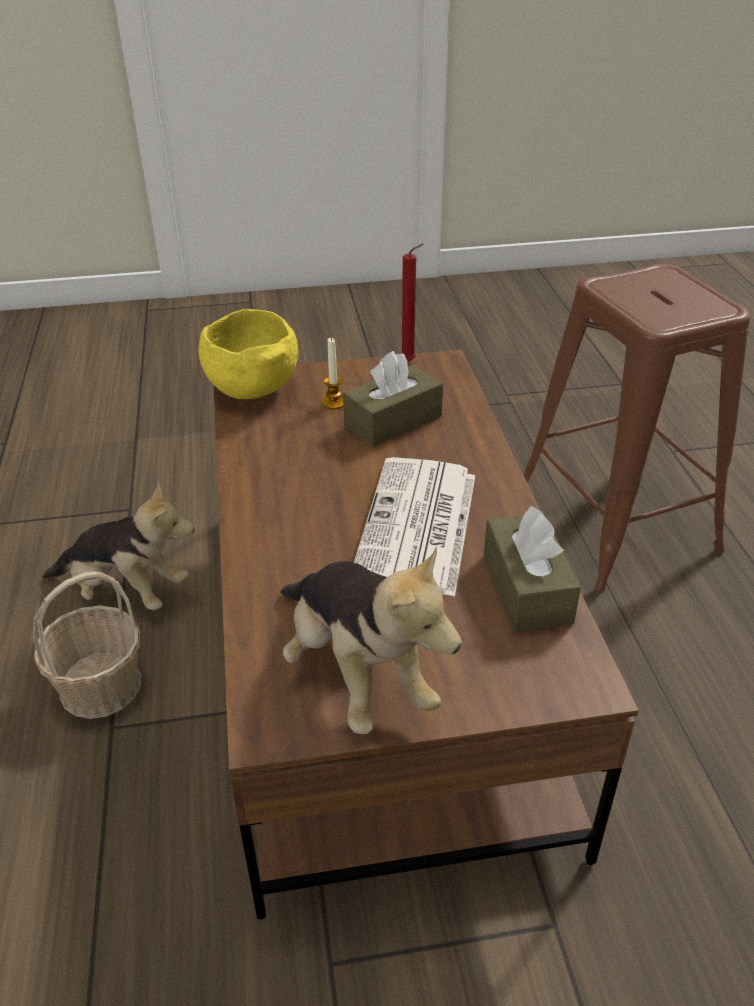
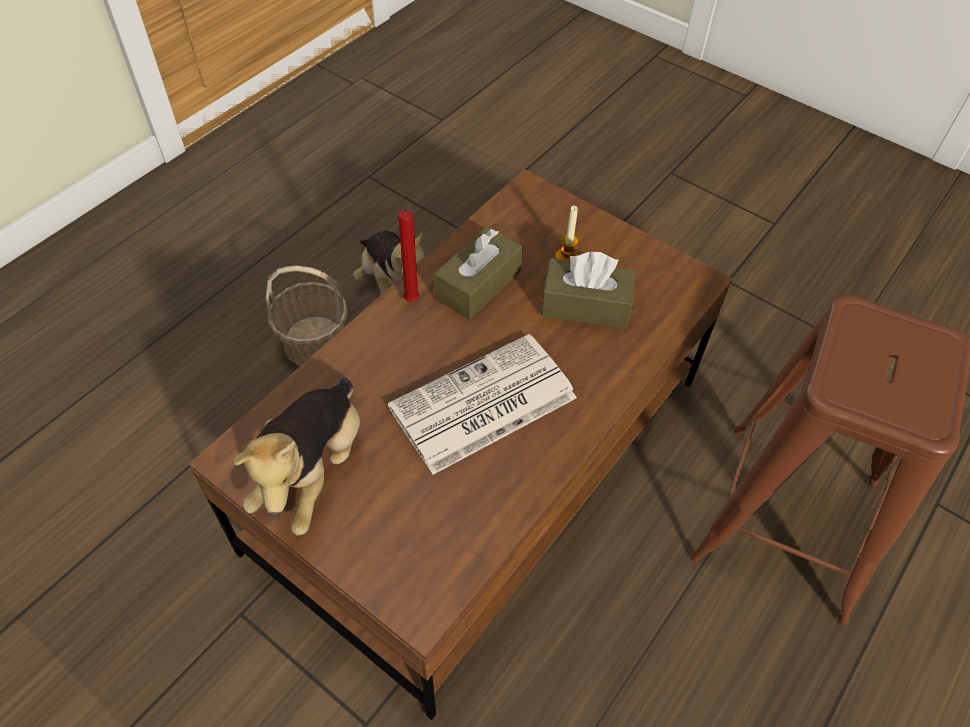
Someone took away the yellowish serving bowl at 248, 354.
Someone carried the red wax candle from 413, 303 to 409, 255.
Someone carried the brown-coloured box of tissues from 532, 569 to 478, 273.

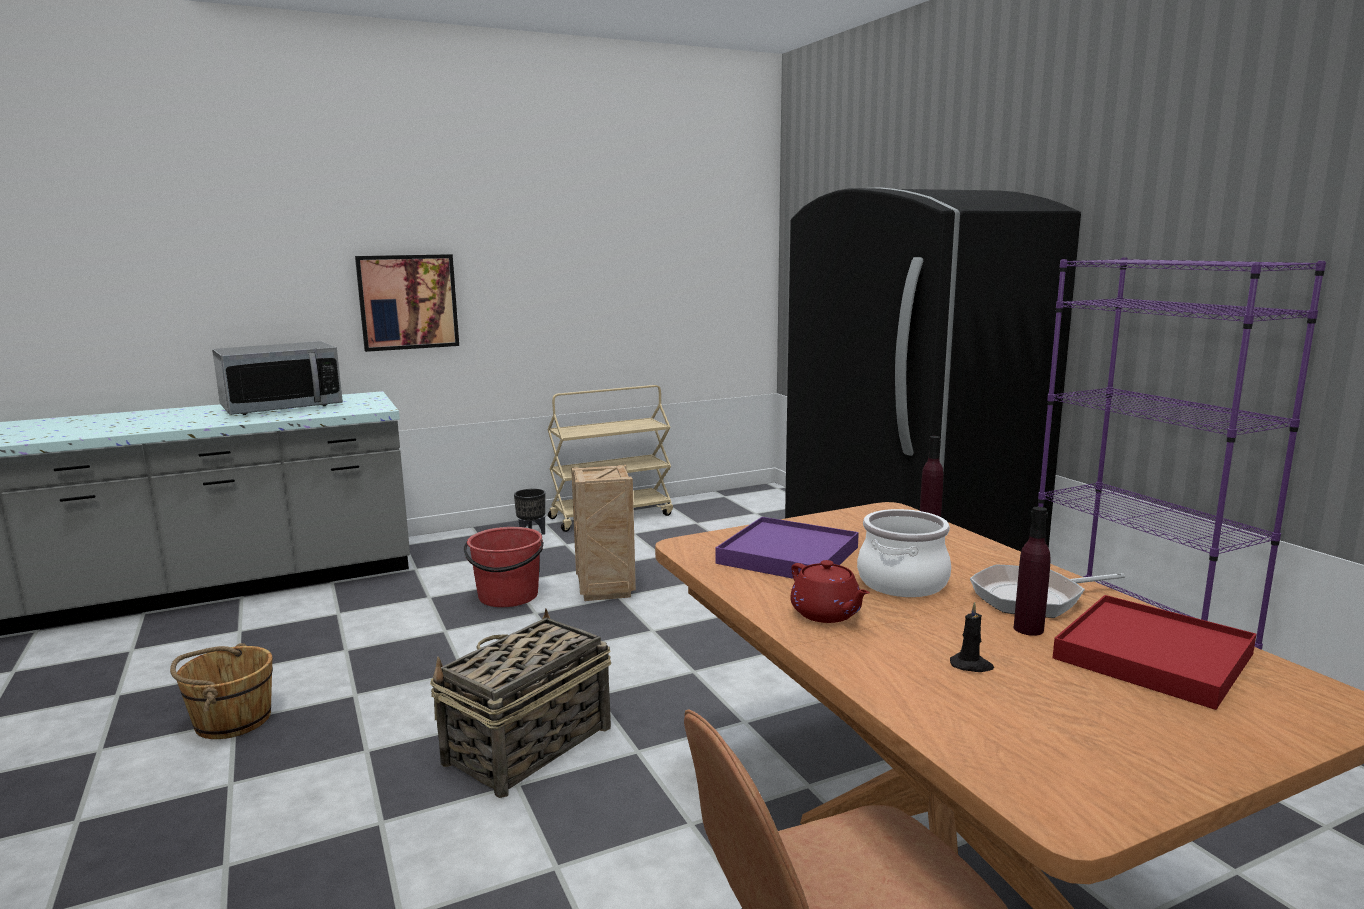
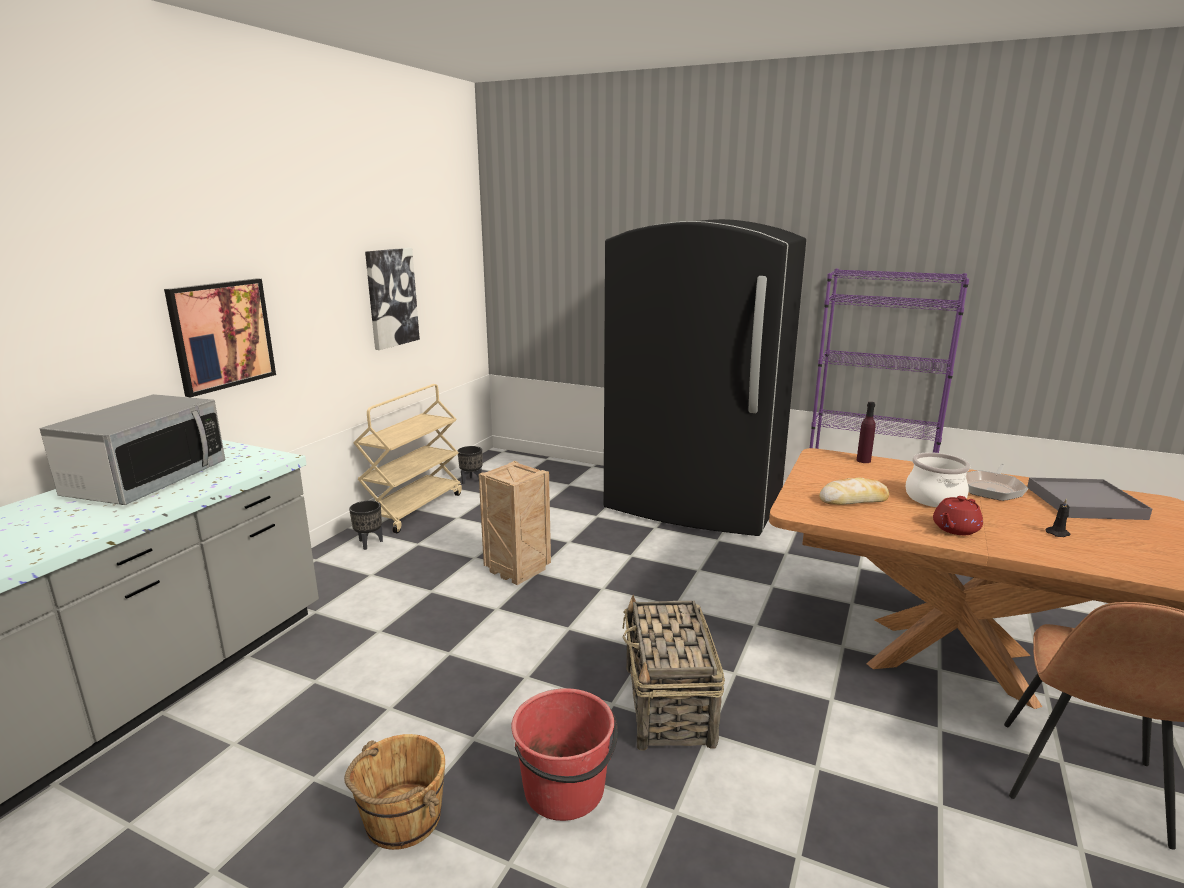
Someone took away the purple beverage bottle at 1032, 571.
Someone put up the wall art at 392, 299.
Someone put down the black-coloured planter at 469, 465.
Someone carried the red pail from 504, 567 to 564, 754.
Someone swapped the purple carrying tray at 787, 548 for the baked bread at 854, 491.
Someone repainted the red carrying tray at 1154, 652, which became the grey carrying tray at 1089, 498.
Someone rotated the red tea pot at 830, 591 by 120 degrees clockwise.

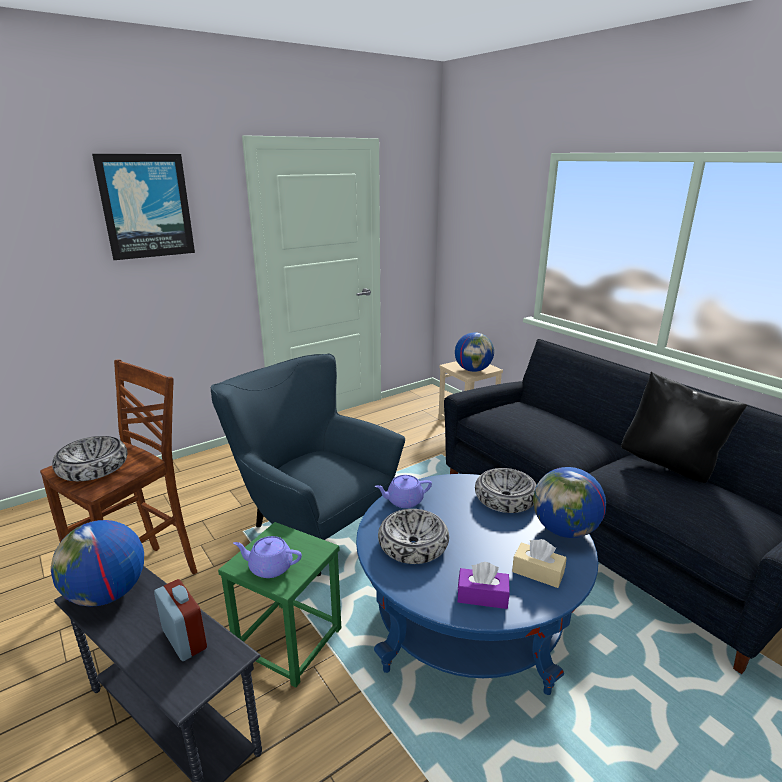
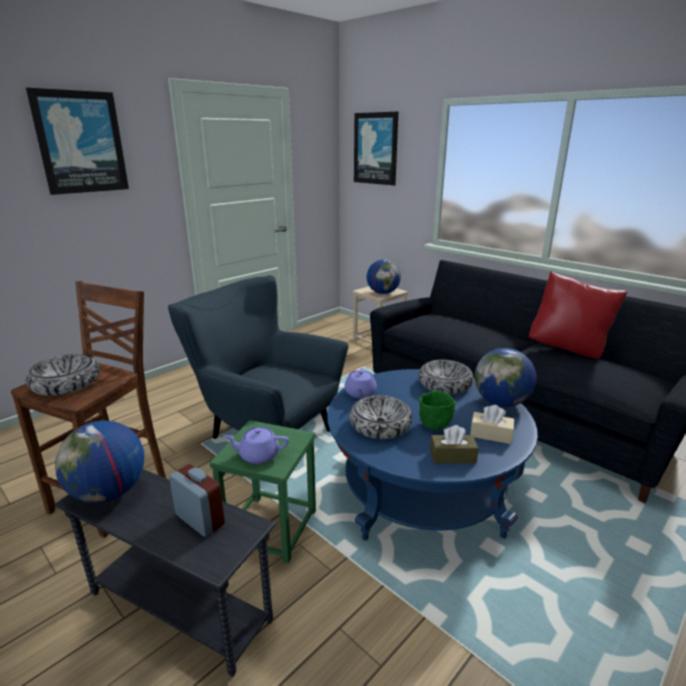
Someone put up the wall art at 376, 148.
Someone put down the greenish serving bowl at 437, 410.
Someone repainted the purple box of tissues at 483, 585, which became the brown-coloured box of tissues at 454, 444.
Someone repainted the black-coloured cushion at 684, 427, which became the red cushion at 578, 315.
Someone rotated the purple tea pot at 403, 491 by 60 degrees counterclockwise.

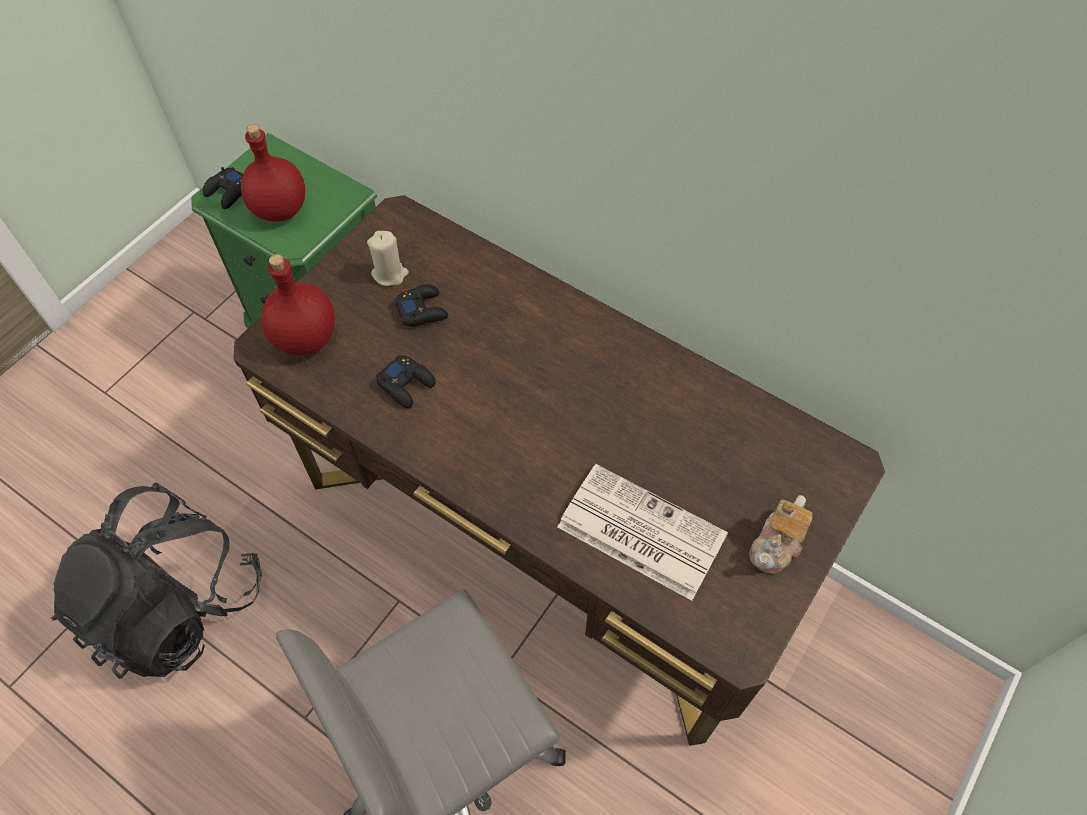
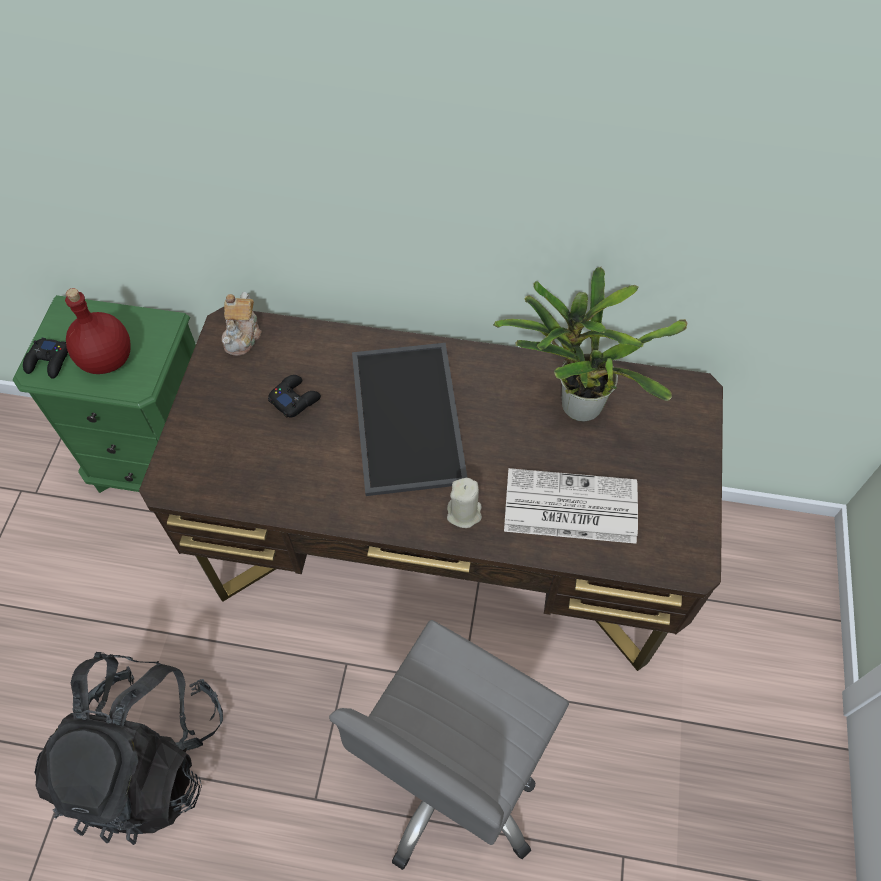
Someone took away the red beverage bottle at 298, 304.
Someone took away the black-coloured joypad at 405, 381.
Someone put down the carrying tray at 410, 419.
Someone put down the houseplant at 590, 344.
Someone carried the sand-coloured wax candle from 388, 258 to 464, 503.
Someone carried the tea pot from 781, 534 to 242, 324.

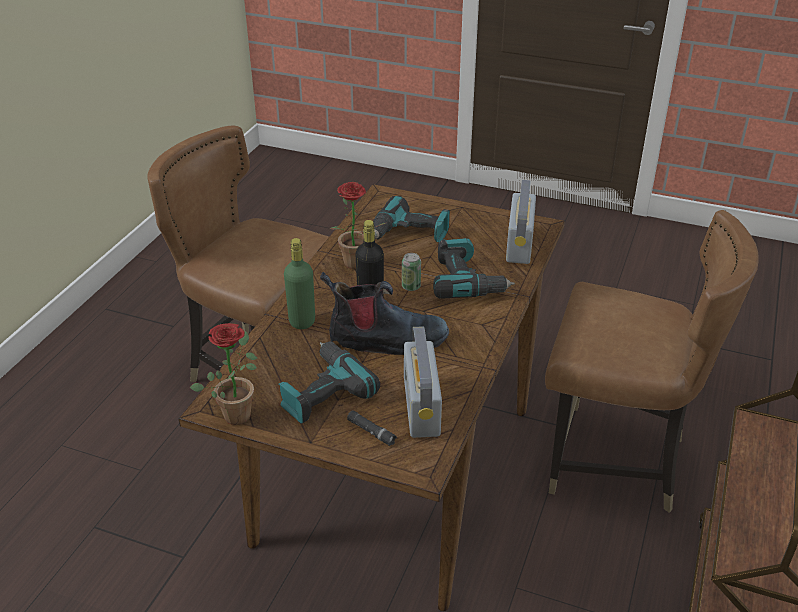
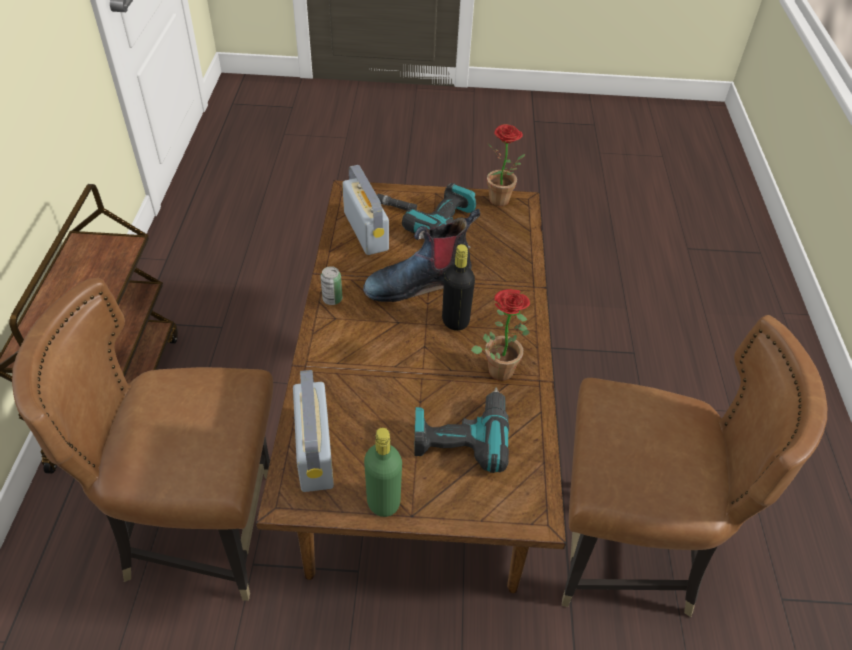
Someone took away the drill at 474, 268.
Someone carried the greenish beverage bottle from 299, 283 to 383, 472.
Someone carried the metal can from 411, 272 to 331, 285.

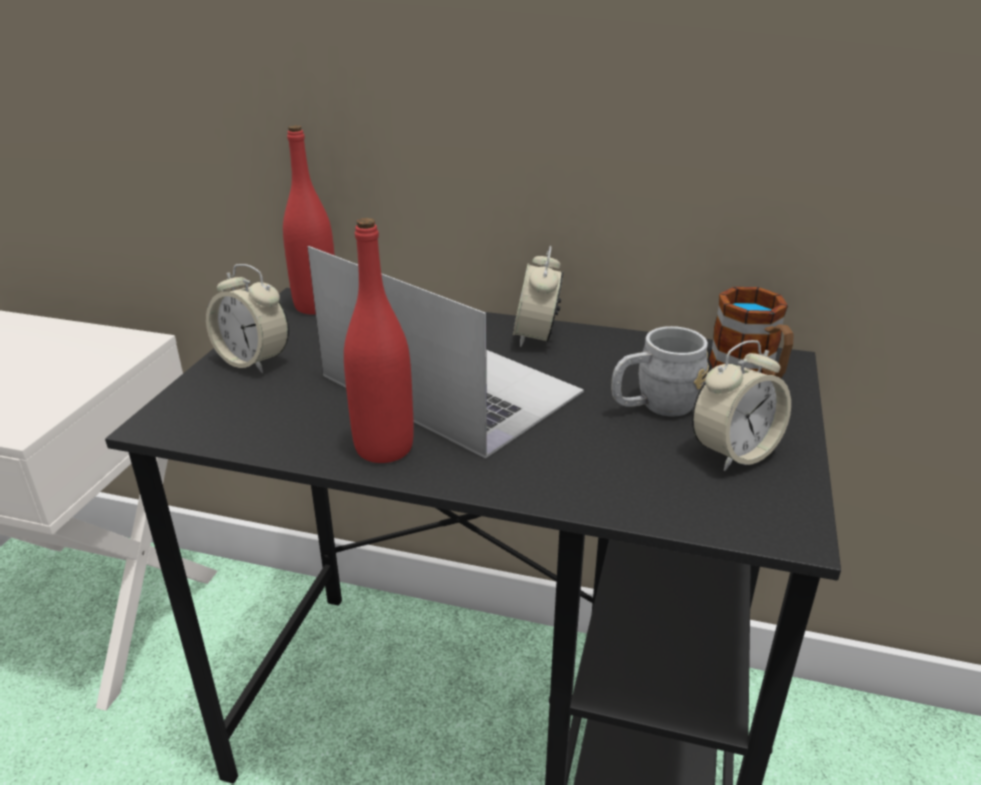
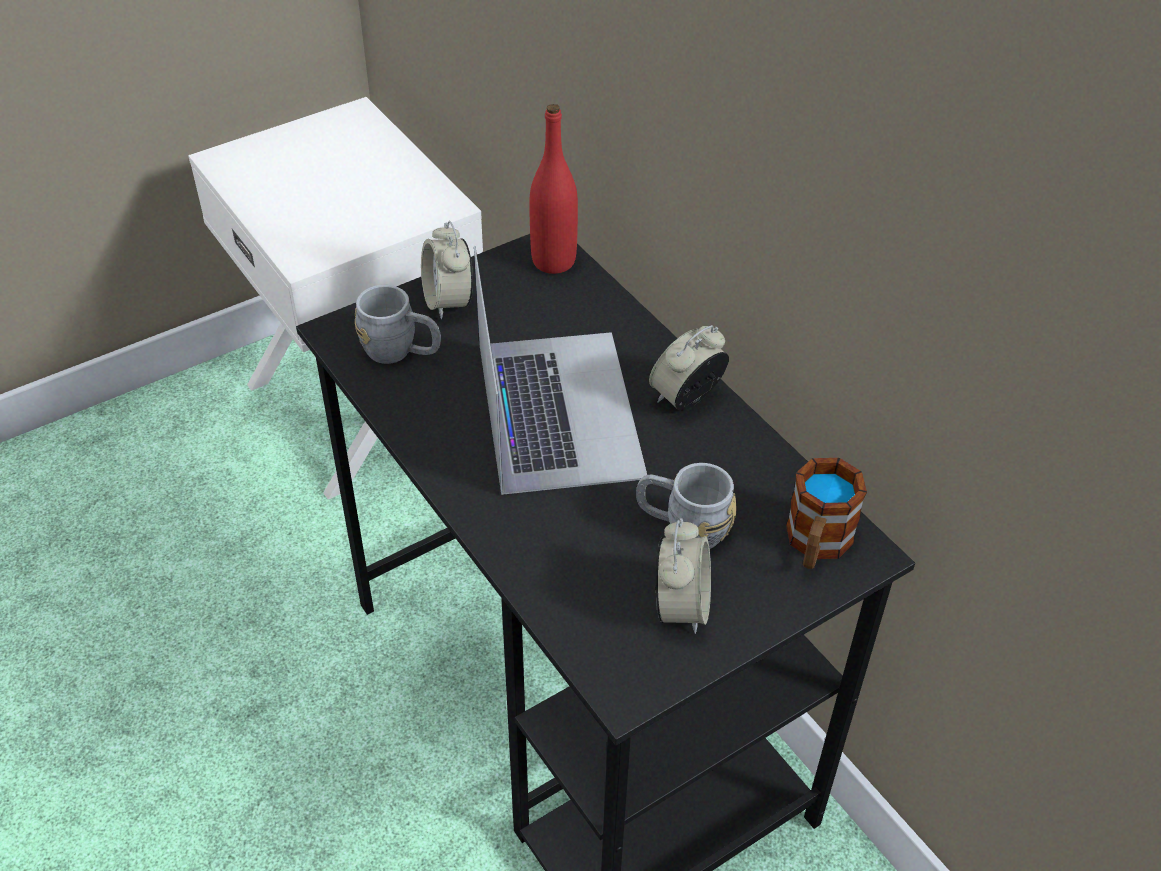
Someone took away the red beverage bottle at 379, 340.
Someone put down the grey mug at 398, 324.
Someone rotated the alarm clock at 741, 405 by 90 degrees counterclockwise.

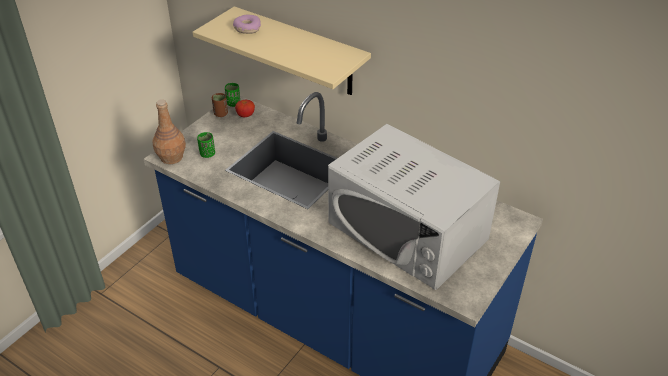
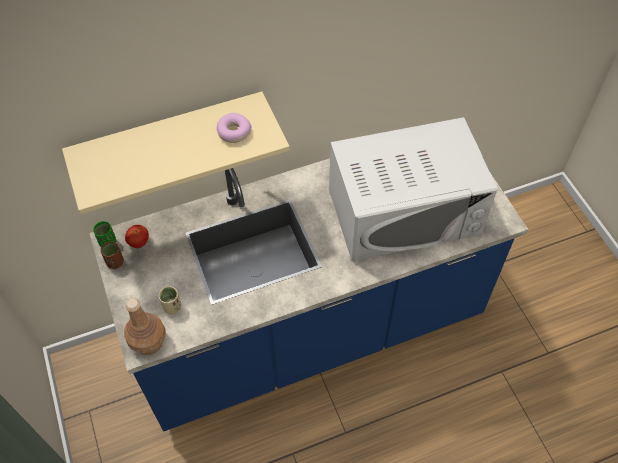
Someone carried the donut from 247, 24 to 234, 128.
Someone repainted the greenish small cup at 206, 145, which became the sand-coloured small cup at 170, 300.

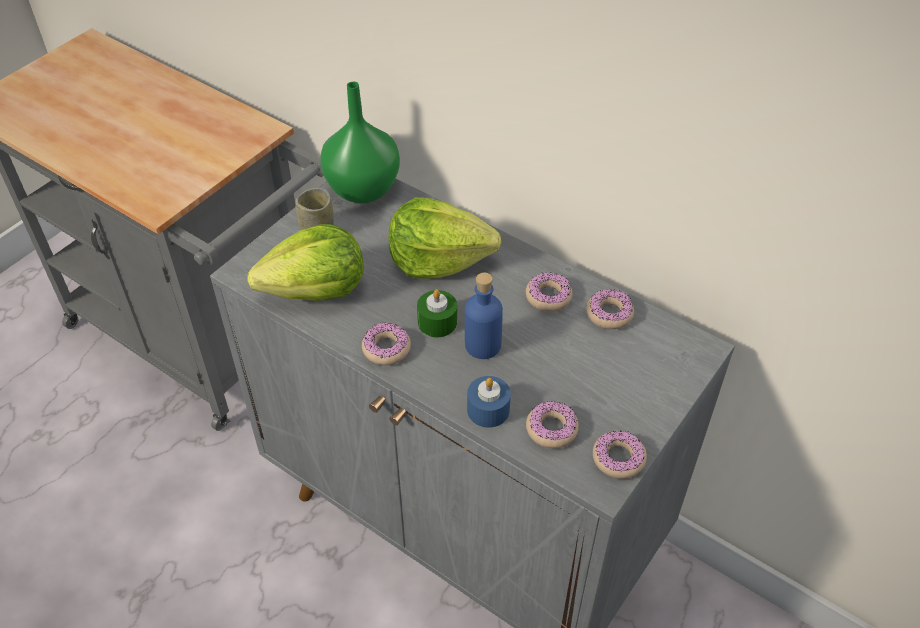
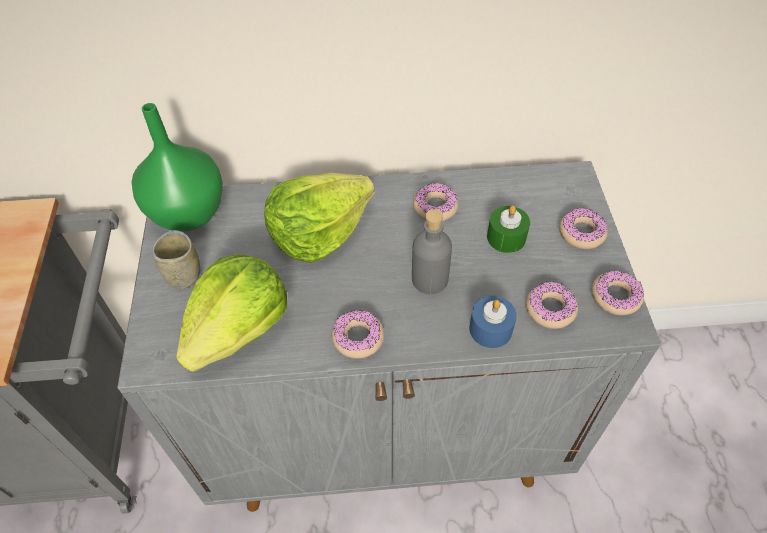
Someone carried the greenish wax candle from 437, 313 to 508, 229.
Someone carried the donut from 610, 309 to 583, 228.
Someone repainted the blue-coloured beverage bottle at 484, 316, which became the grey beverage bottle at 432, 251.

